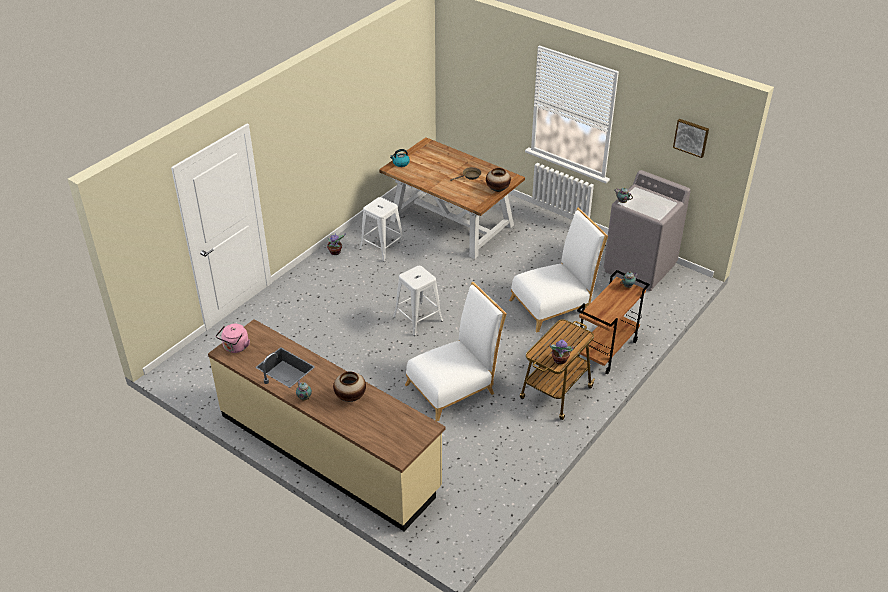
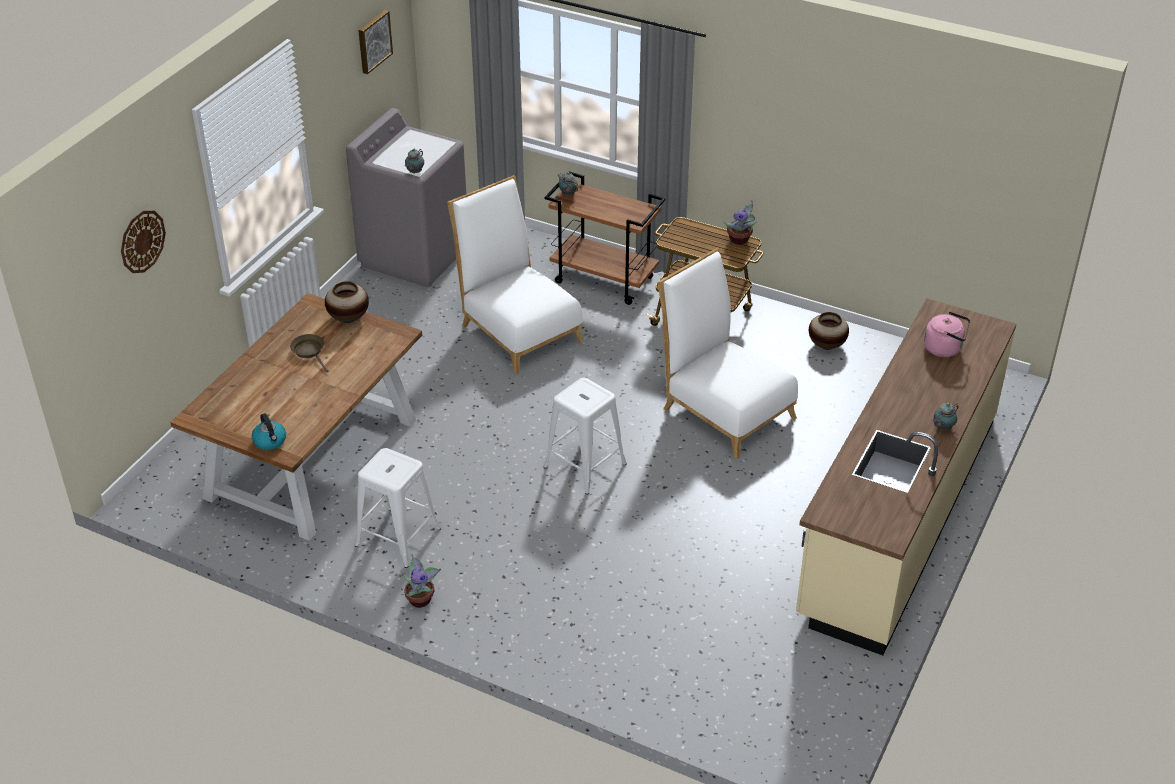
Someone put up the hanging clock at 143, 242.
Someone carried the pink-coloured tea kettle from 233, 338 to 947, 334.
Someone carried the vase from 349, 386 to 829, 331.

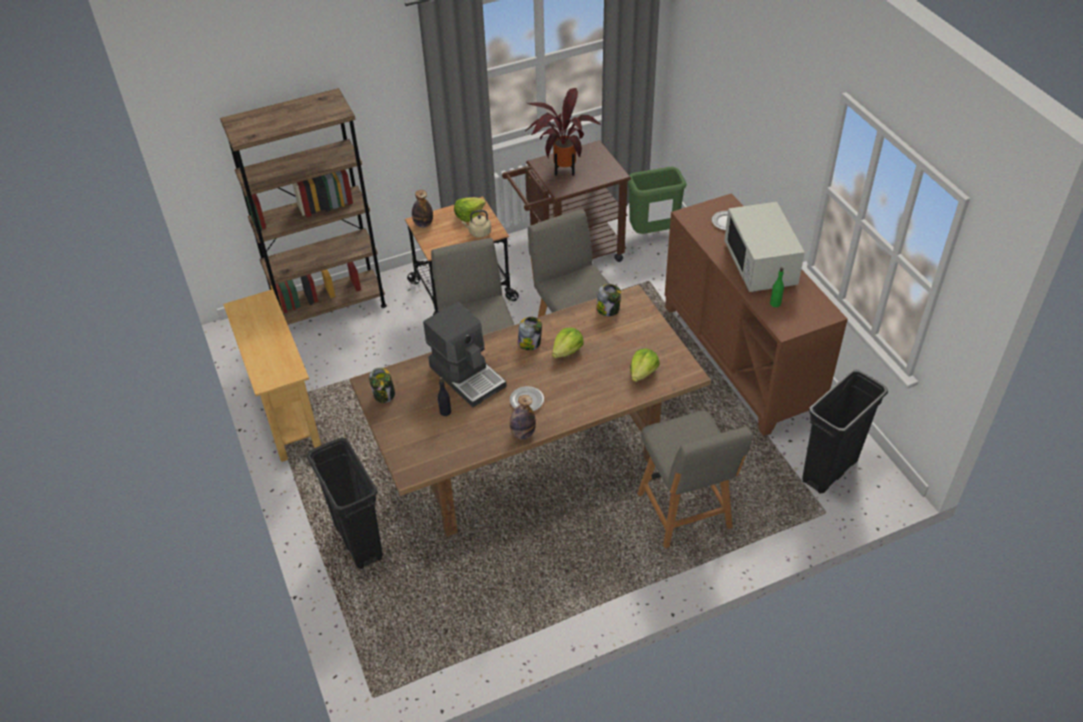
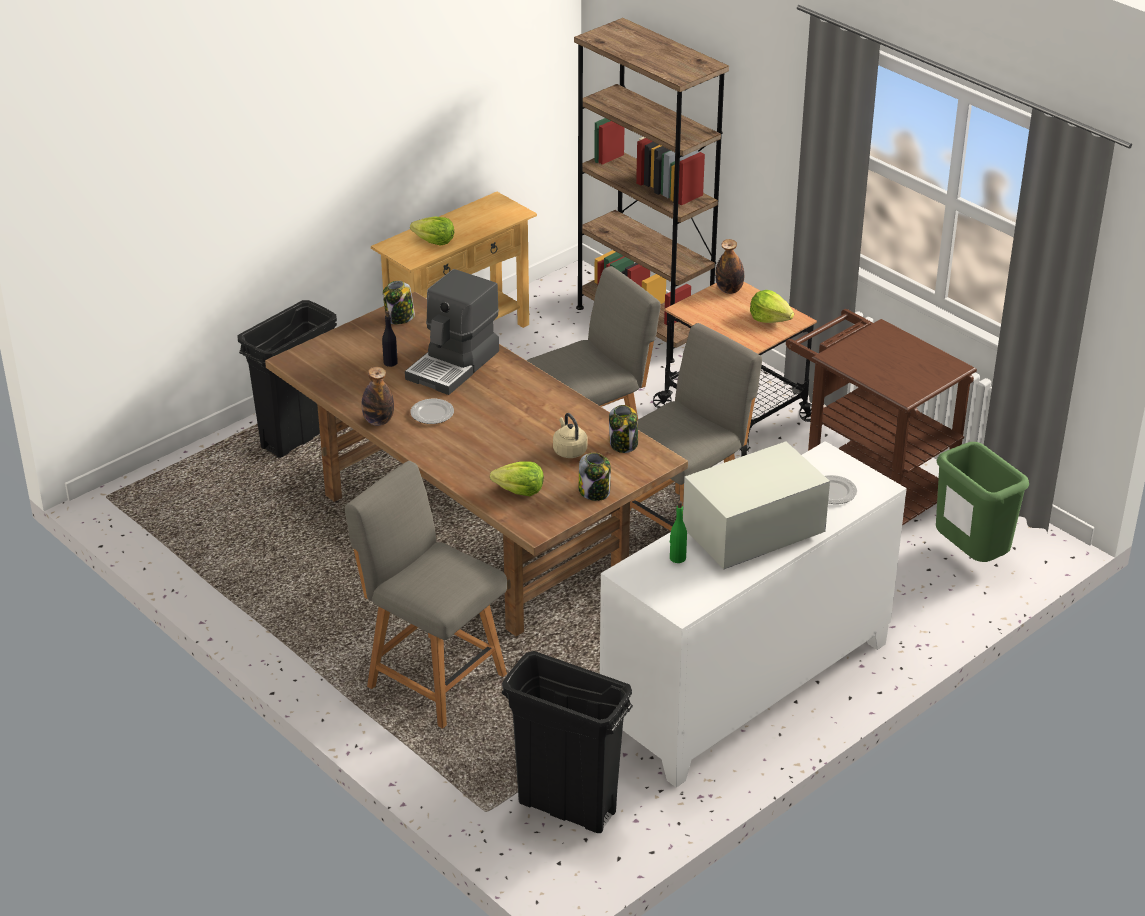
Someone took away the houseplant at 563, 132.
Someone carried the sand-coloured tea kettle from 476, 224 to 570, 435.
Someone carried the preserve jar from 530, 333 to 595, 477.
Someone carried the lettuce from 567, 343 to 432, 231.
Someone repainted the brown-coloured cupboard at 756, 314, which became the white cupboard at 753, 614.
Someone rotated the grey plain chair at 695, 479 by 75 degrees clockwise.

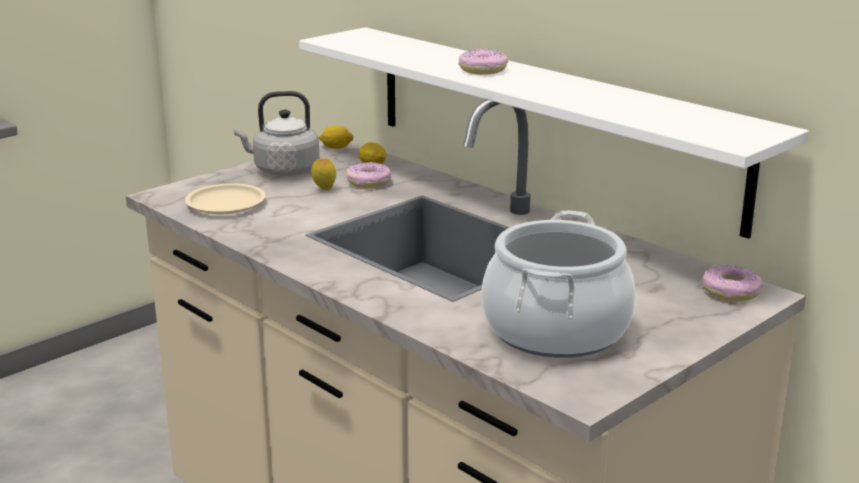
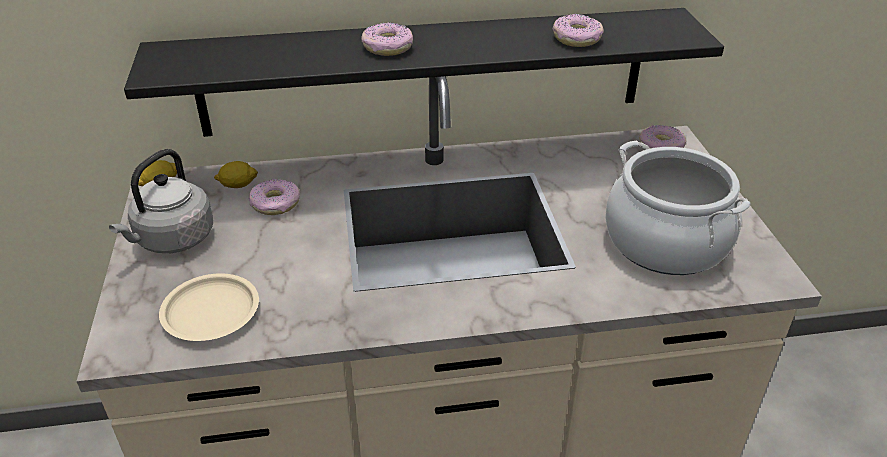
Someone took away the citrus fruit at 323, 174.
Someone put down the donut at 578, 30.
Someone repainted the white bracket shelf at 554, 133, which became the black-coloured bracket shelf at 424, 72.

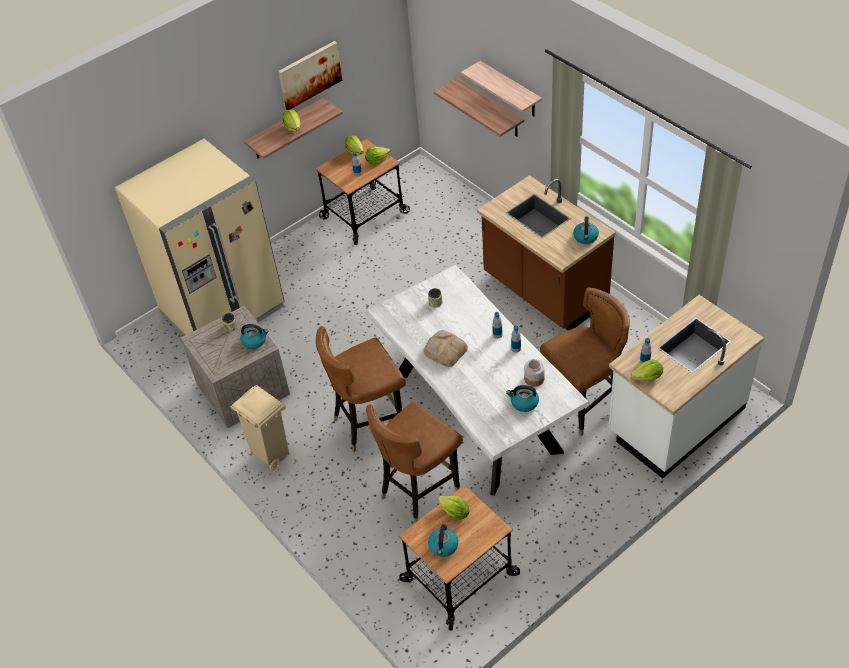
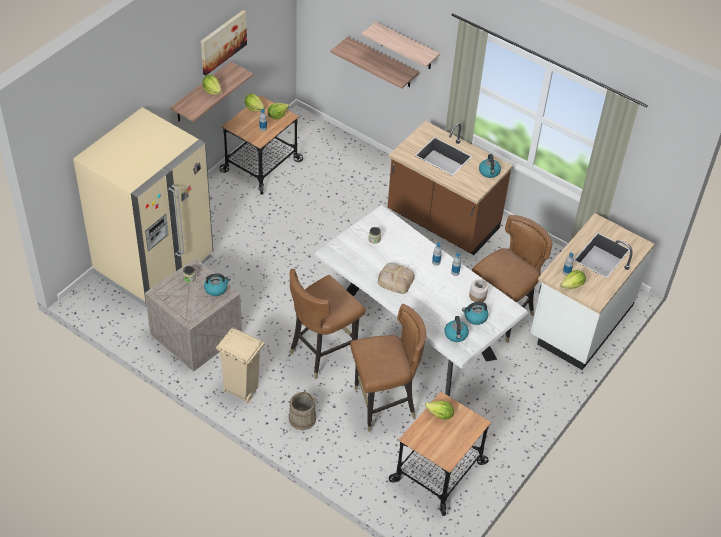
Someone put down the sand-coloured pail at 302, 411.
Someone carried the tea kettle from 443, 540 to 457, 329.
Someone rotated the brown-coloured plain chair at 414, 463 by 135 degrees counterclockwise.

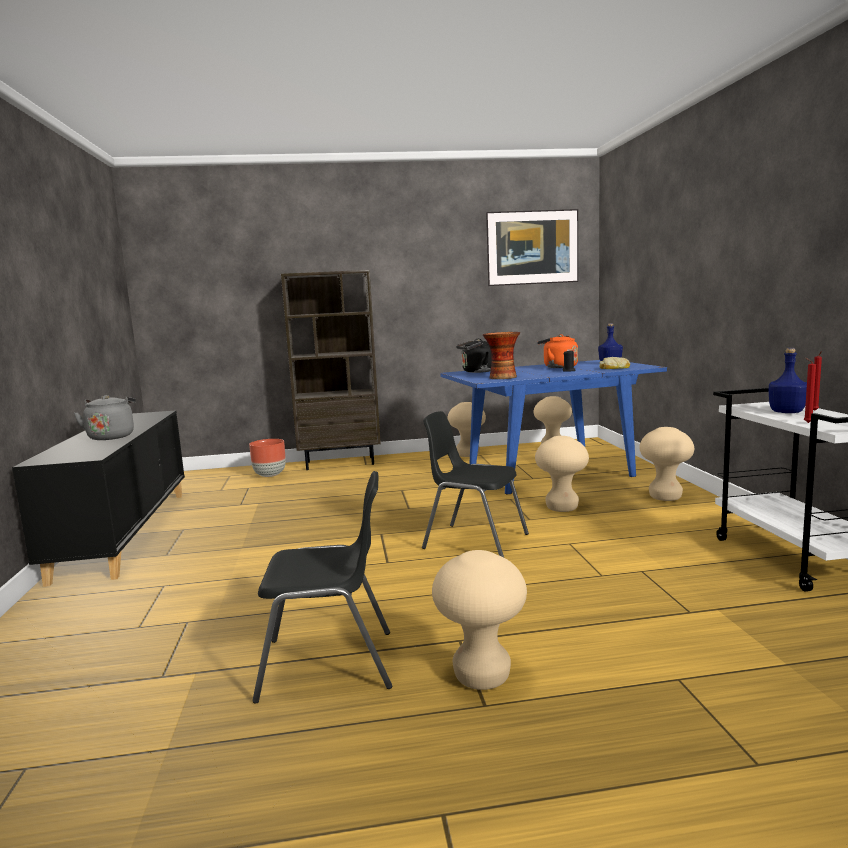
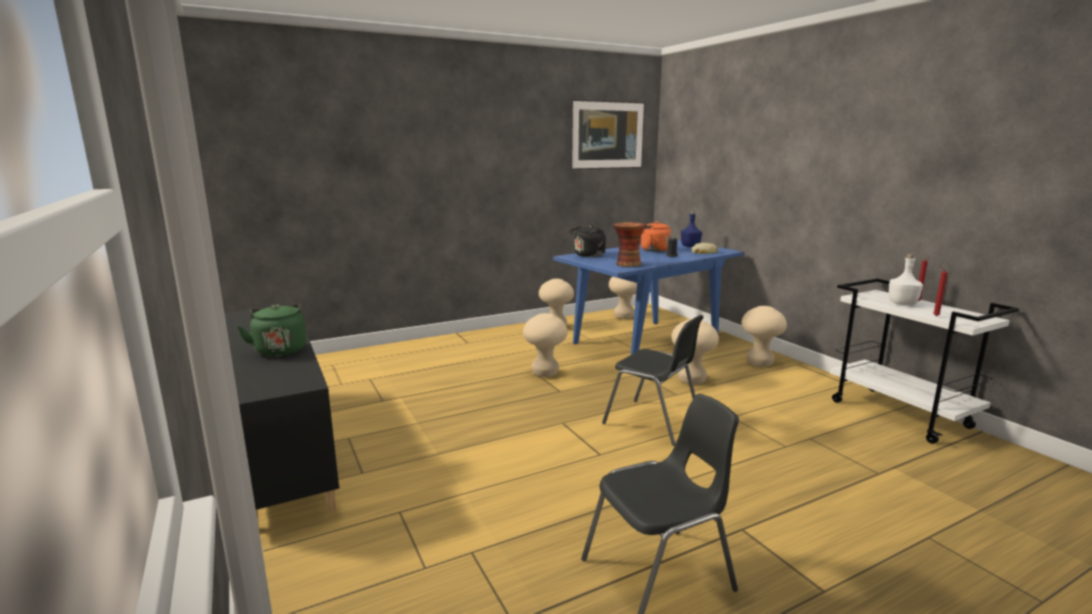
Someone took away the brown-coloured planter at 267, 458.
Someone took away the brown-coloured bookshelf at 331, 370.
Someone carried the sand-coloured stool seat from 479, 620 to 545, 345.
Someone repainted the grey tea kettle at 105, 417, which became the greenish tea kettle at 272, 330.
Someone repainted the blue-coloured beverage bottle at 788, 380, which became the white beverage bottle at 906, 279.
Someone rotated the black-coloured plain chair at 475, 484 by 150 degrees counterclockwise.

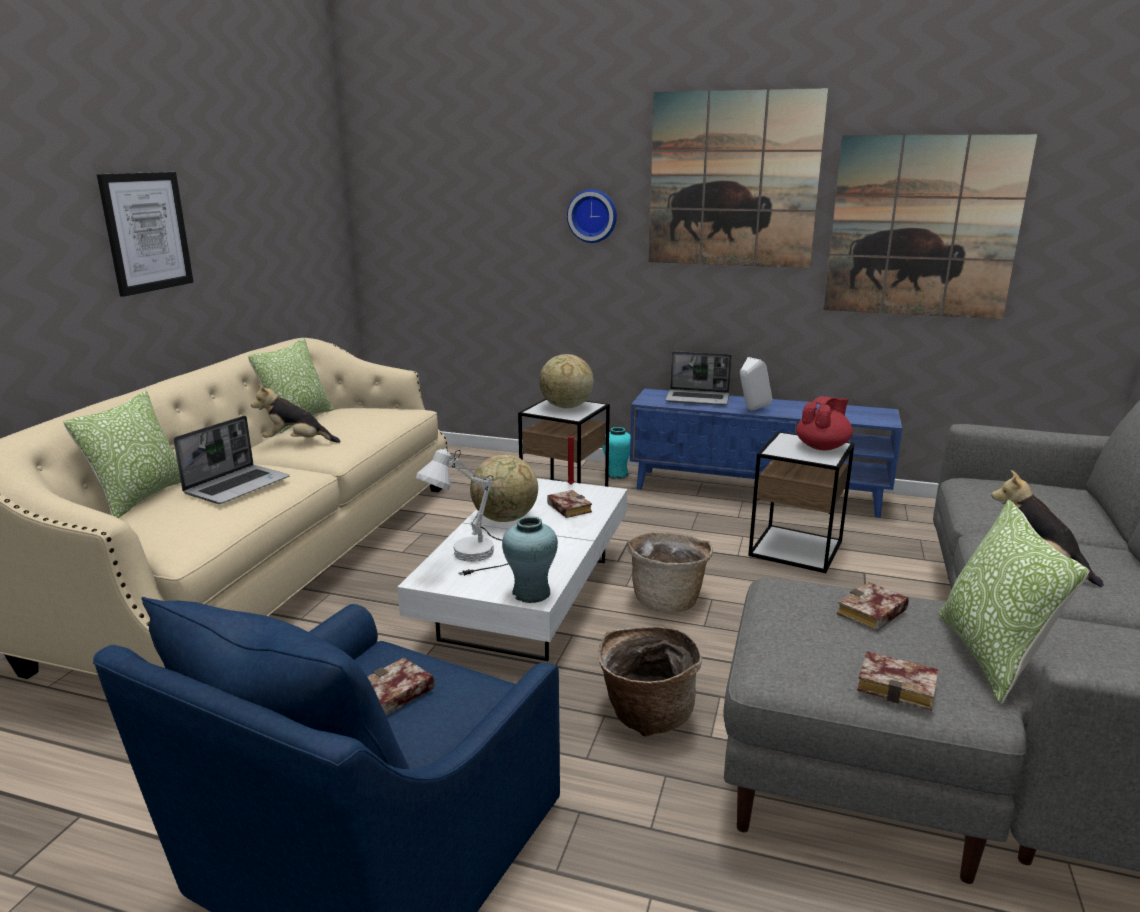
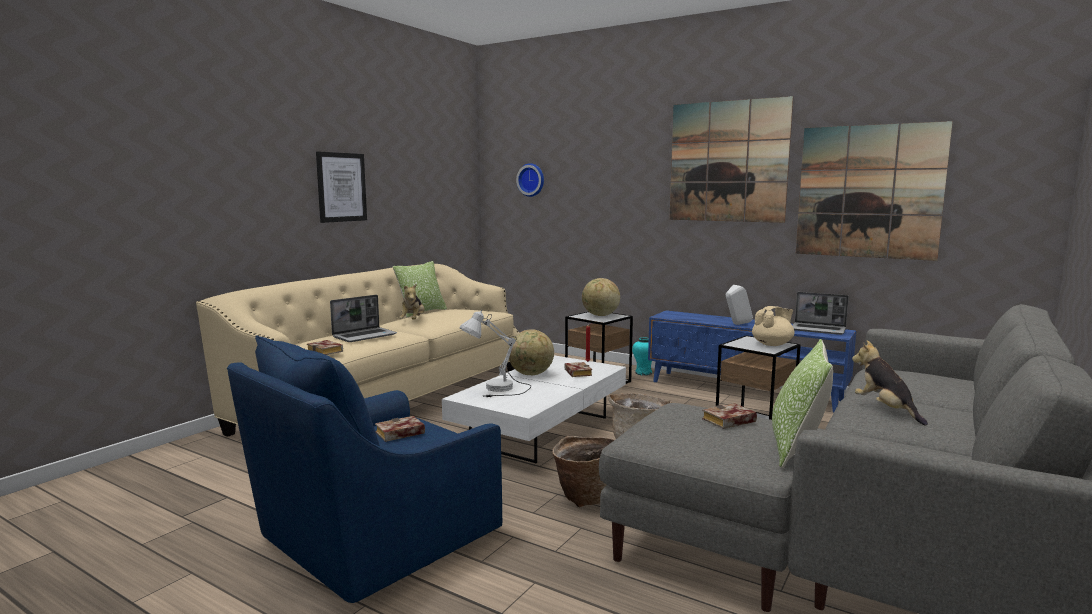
Someone took away the cushion at 122, 454.
Someone took away the turquoise vase at 530, 559.
Someone carried the hanging clock from 592, 216 to 530, 180.
Someone carried the notebook computer from 698, 378 to 820, 313.
Someone carried the book from 897, 681 to 325, 347.
Someone repainted the red tea pot at 824, 423, which became the sand-coloured tea pot at 773, 326.
Someone rotated the cuddly toy at 295, 413 by 105 degrees counterclockwise.

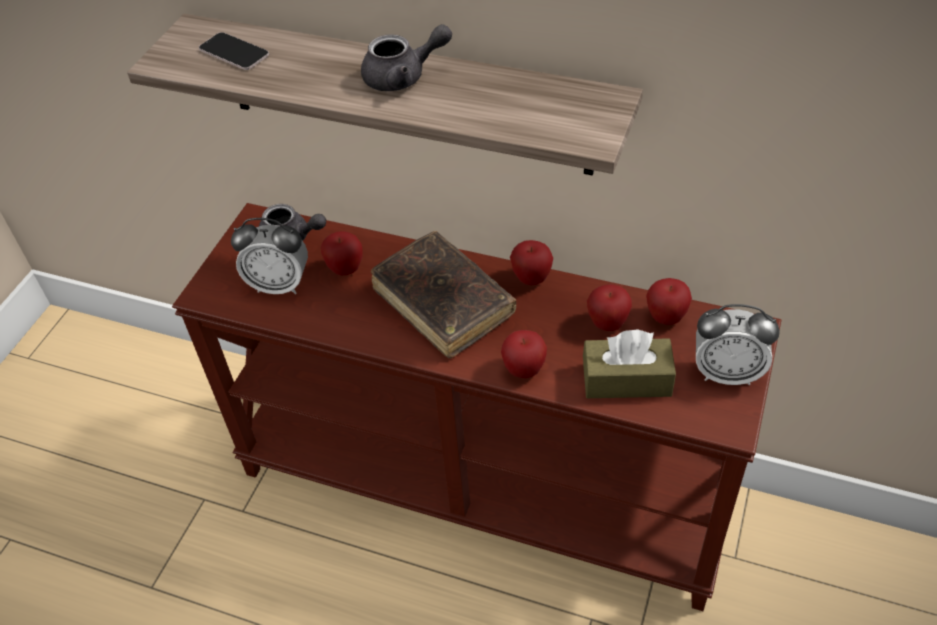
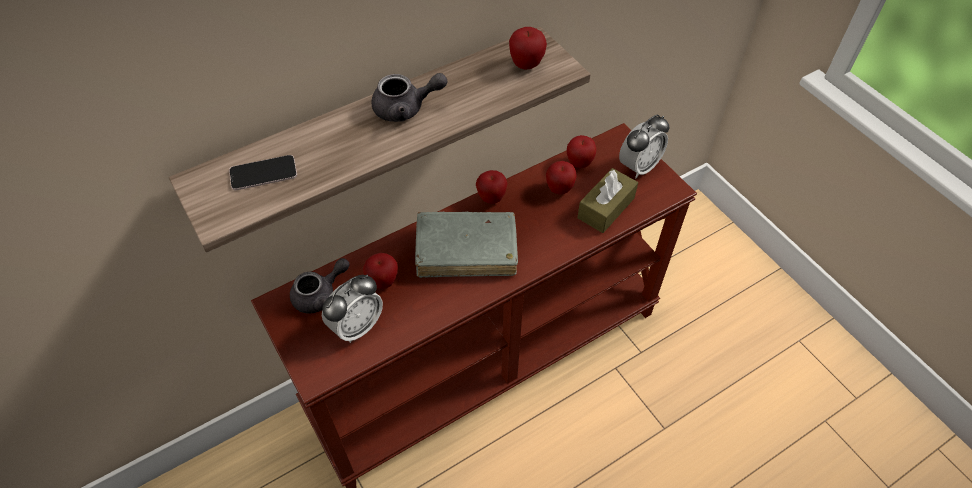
Someone carried the whole apple from 524, 354 to 528, 48.
Someone repainted the brown-coloured book at 443, 294, which became the grey book at 466, 245.
Someone rotated the grey tea pot at 406, 57 by 60 degrees clockwise.

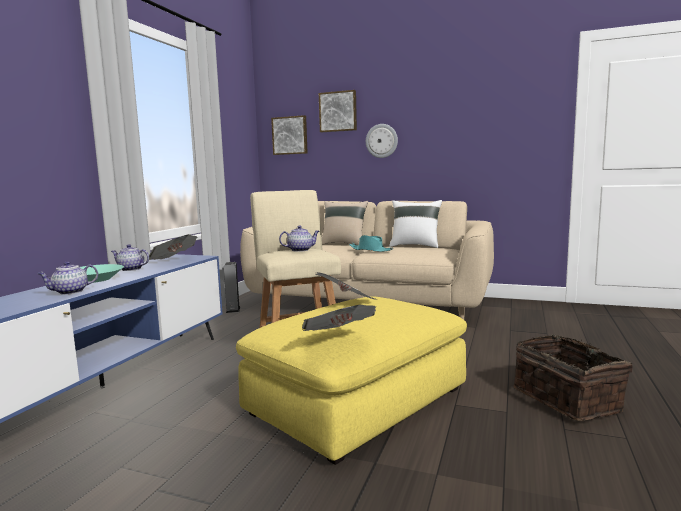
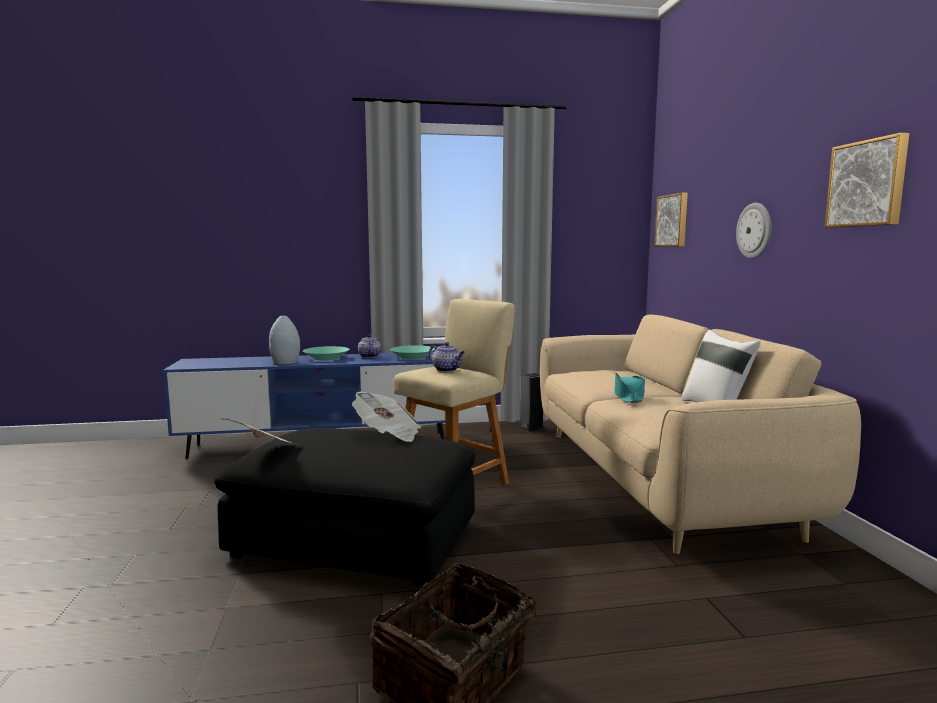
Someone took away the sand-coloured cushion at 345, 223.
Someone carried the wall art from 338, 111 to 867, 180.
Someone swapped the tea pot at 67, 278 for the grey vase at 284, 340.
Someone swapped the newspaper at 173, 247 for the turquoise serving bowl at 412, 352.
Someone repainted the yellowish pouffe at 351, 380, which became the black-coloured pouffe at 344, 507.

